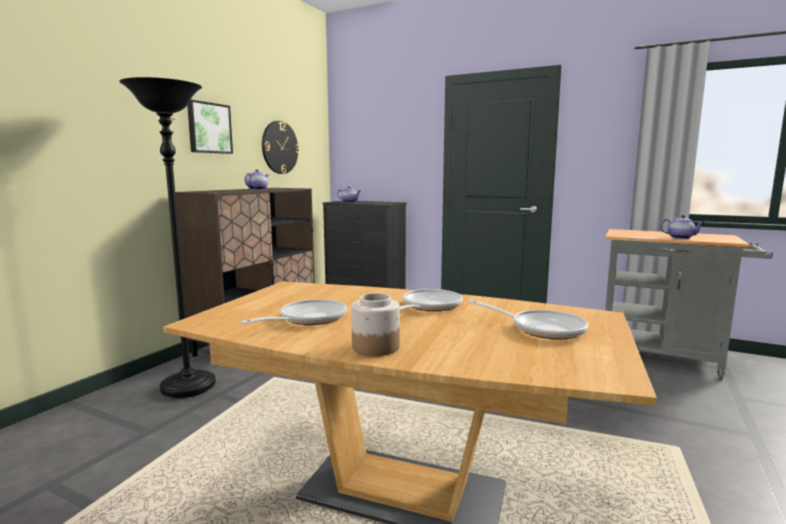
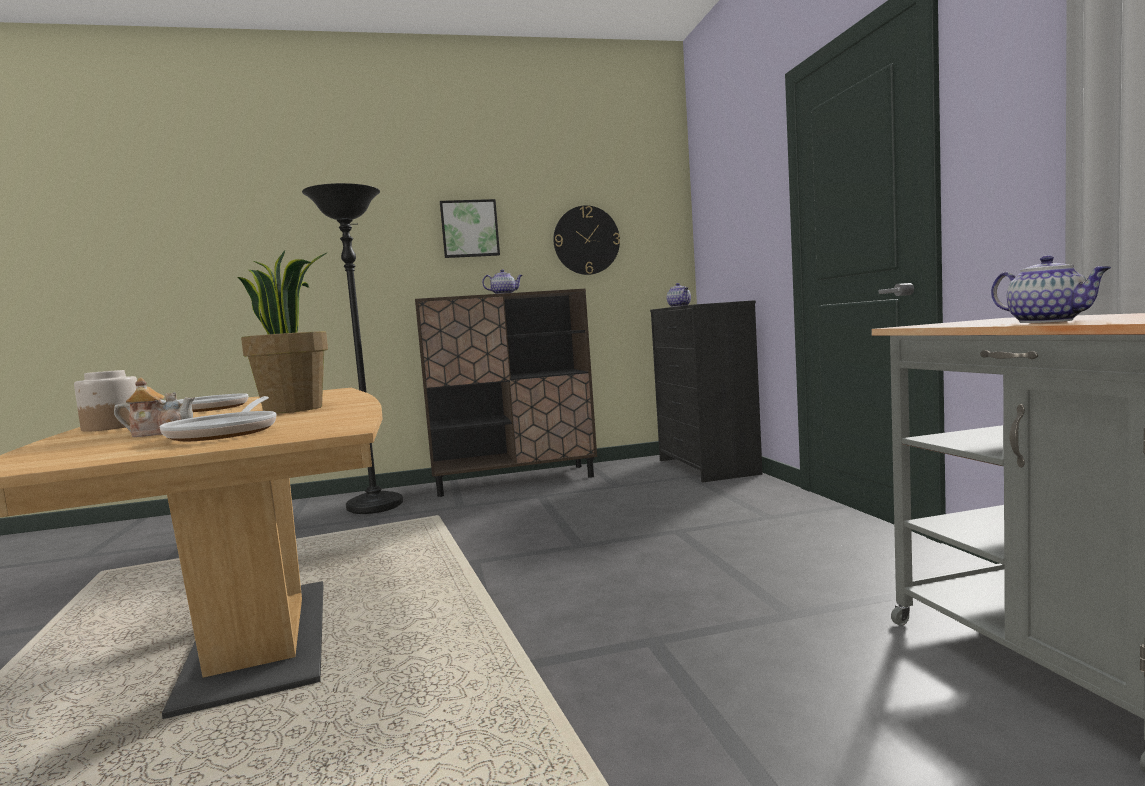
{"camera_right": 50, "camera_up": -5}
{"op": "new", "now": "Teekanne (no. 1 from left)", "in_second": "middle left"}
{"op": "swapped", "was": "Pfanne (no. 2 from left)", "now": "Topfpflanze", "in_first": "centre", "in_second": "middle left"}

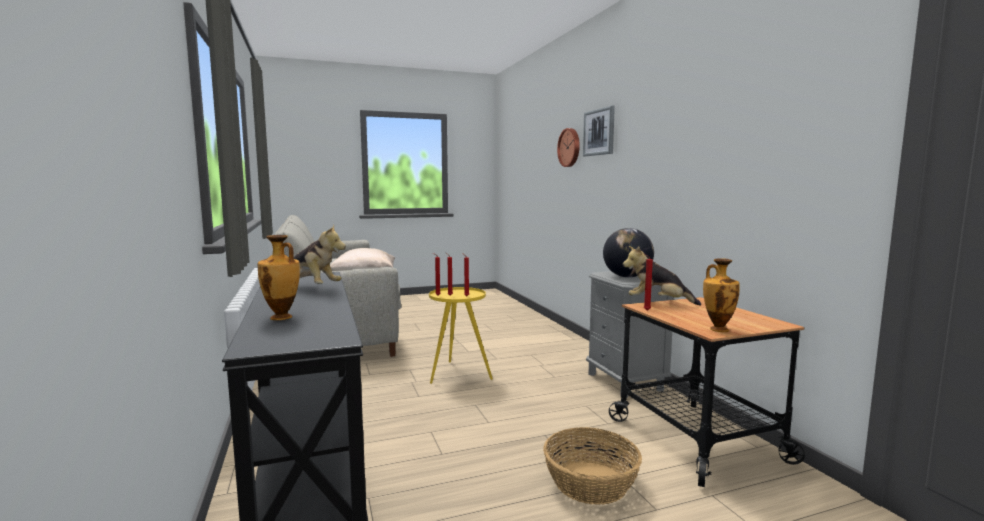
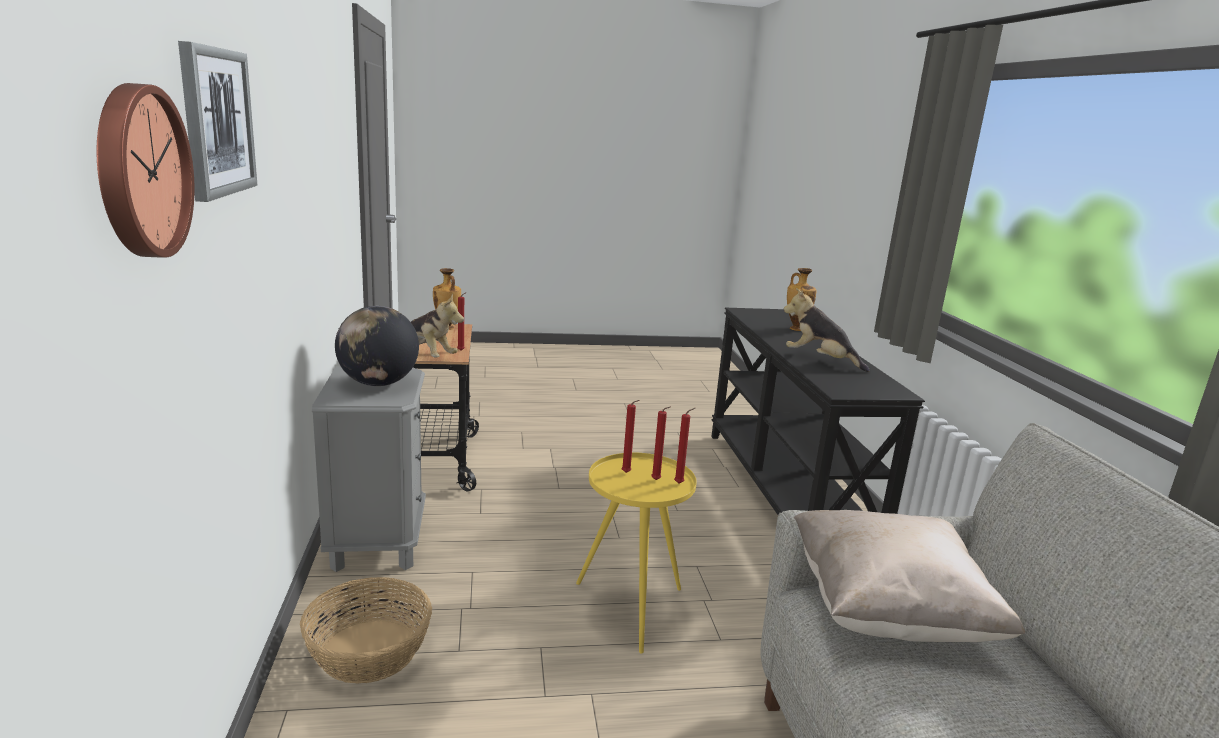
{"camera_right": -170, "camera_up": 10}
{"op": "shifted", "was": "Korb", "in_first": "bottom centre", "in_second": "bottom left"}

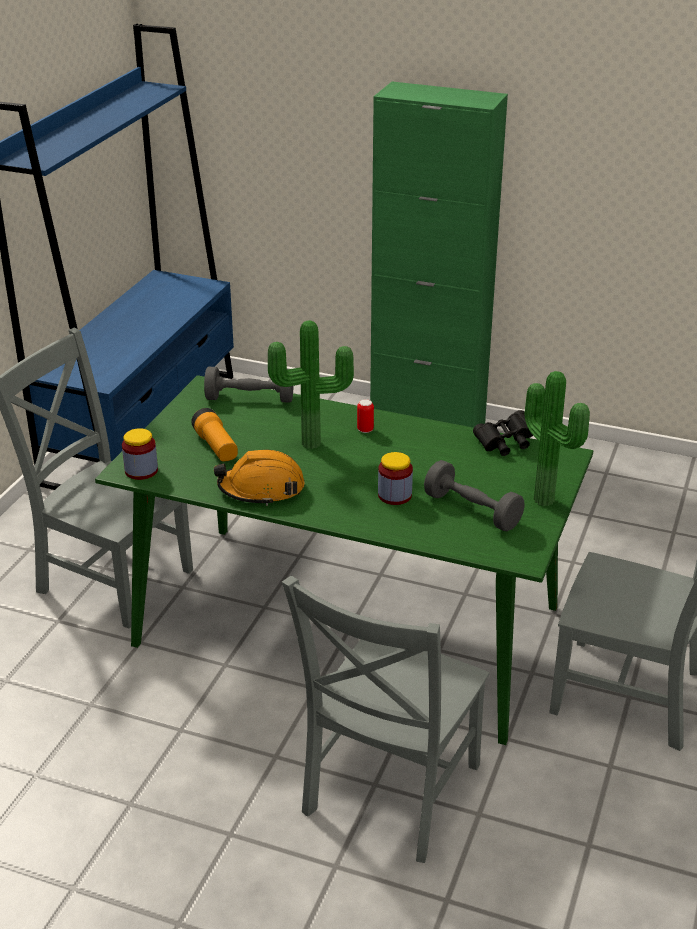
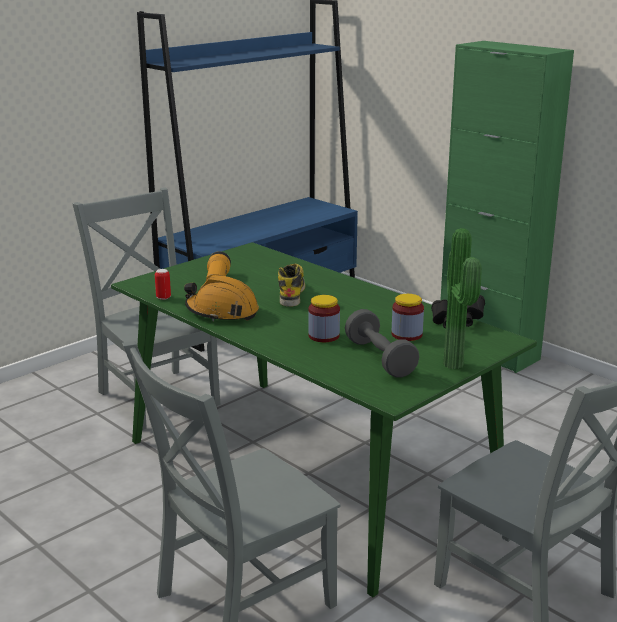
{"camera_right": 25, "camera_up": -10}
{"op": "gone", "was": "Hantel (grau) (no. 1 from left)", "in_first": "centre"}
{"op": "shifted", "was": "Vorratsglas (no. 1 from left in the first image)", "now": "Vorratsglas (no. 2 from left)", "in_first": "middle left", "in_second": "centre"}
{"op": "shifted", "was": "Dose", "in_first": "centre", "in_second": "middle left"}
{"op": "swapped", "was": "Topfpflanze (no. 1 from left)", "now": "Stiefel", "in_first": "centre", "in_second": "centre"}

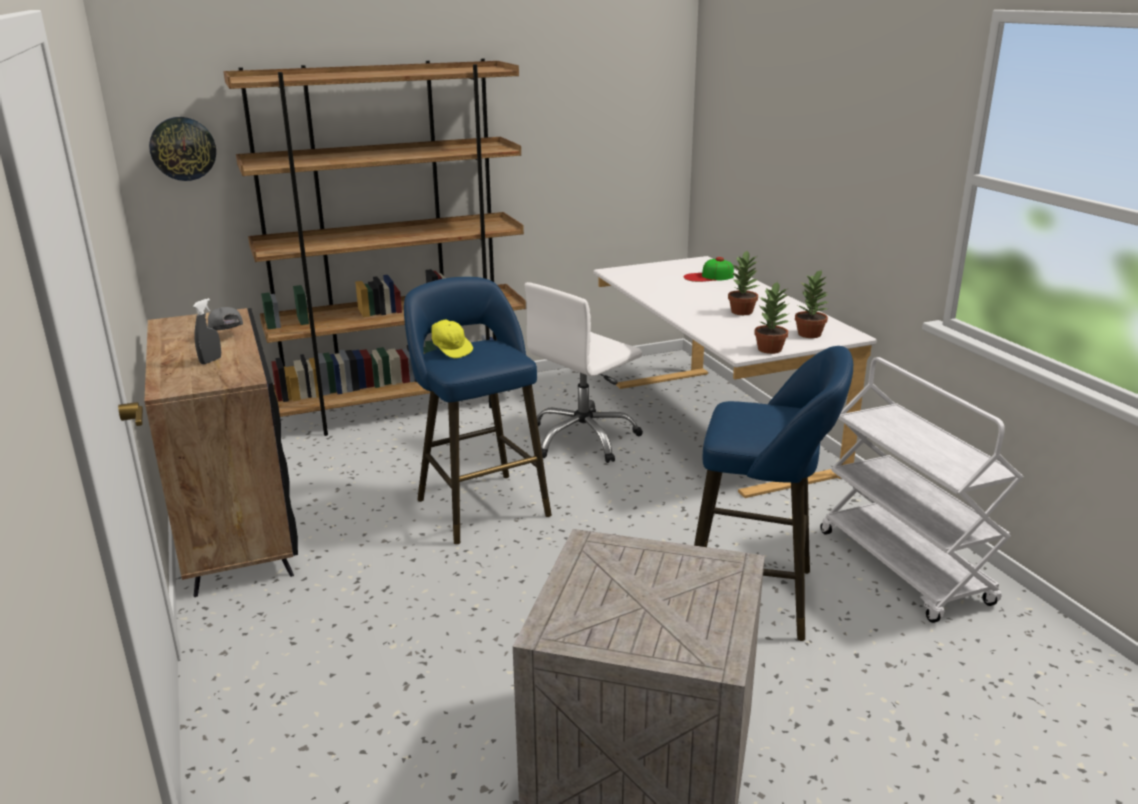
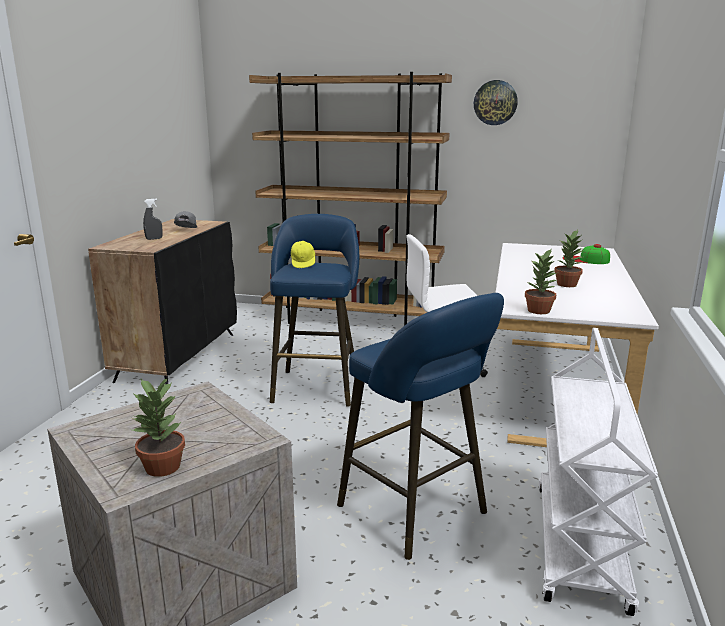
{"camera_right": 35, "camera_up": -5}
{"op": "shifted", "was": "Wanduhr", "in_first": "top left", "in_second": "top right"}
{"op": "shifted", "was": "Topfpflanze (no. 3 from left in the first image)", "now": "Topfpflanze (no. 1 from left)", "in_first": "middle right", "in_second": "bottom left"}

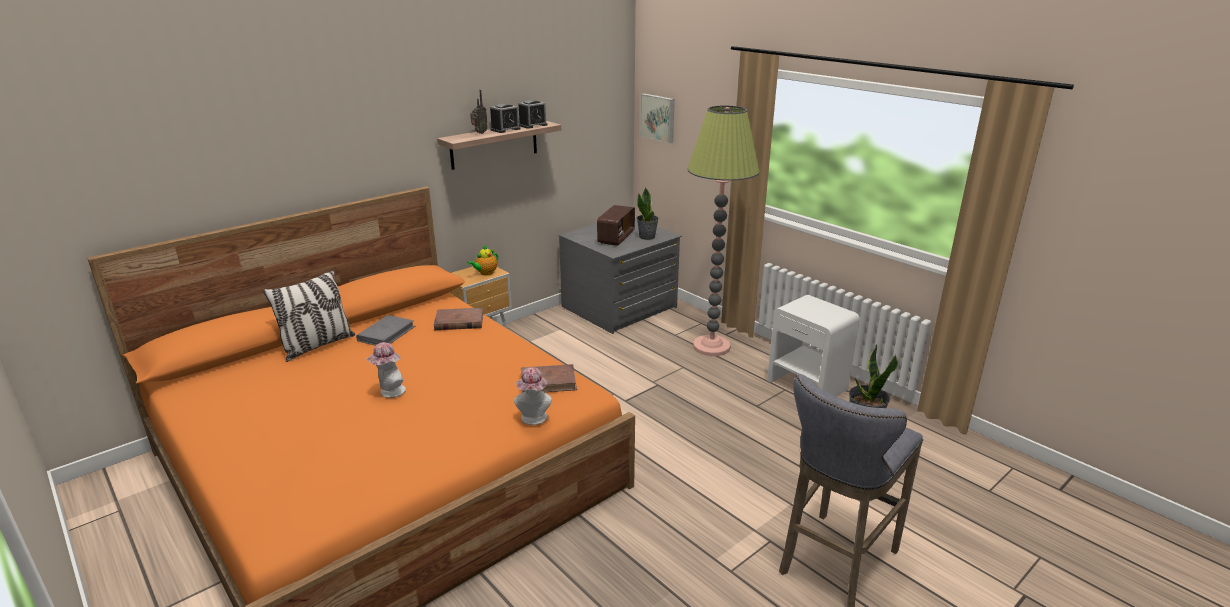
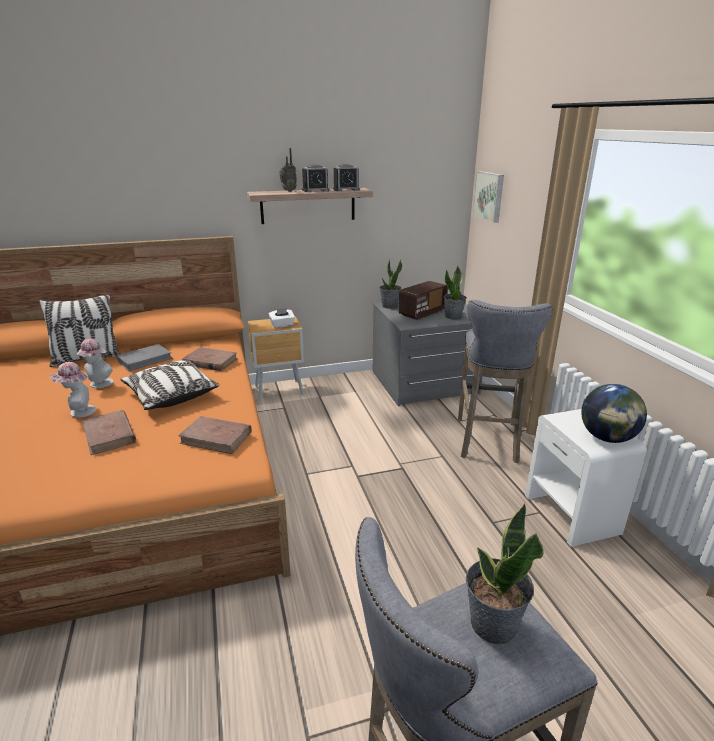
{"camera_right": 25, "camera_up": 0}
{"op": "new", "now": "Buch (braun) (no. 1 from left)", "in_second": "middle left"}
{"op": "new", "now": "Kissen (no. 2 from left)", "in_second": "middle left"}
{"op": "new", "now": "Topfpflanze (no. 1 from left)", "in_second": "centre"}
{"op": "new", "now": "Globus", "in_second": "middle right"}
{"op": "shifted", "was": "Hut (no. 2 from left)", "in_first": "centre", "in_second": "middle left"}
{"op": "swapped", "was": "Teekanne", "now": "Taschentuchbox (weiß)", "in_first": "centre", "in_second": "centre"}
{"op": "swapped", "was": "Stehlampe", "now": "Hocker (grau) (no. 2 from left)", "in_first": "centre", "in_second": "middle right"}

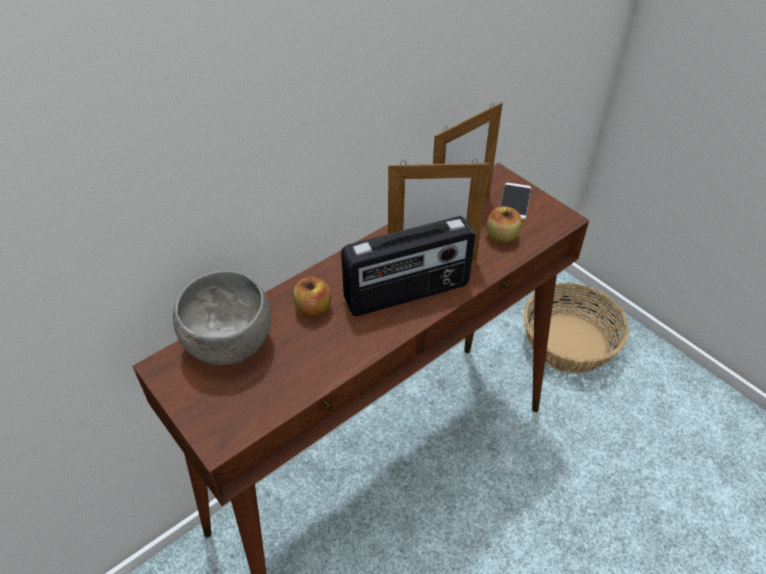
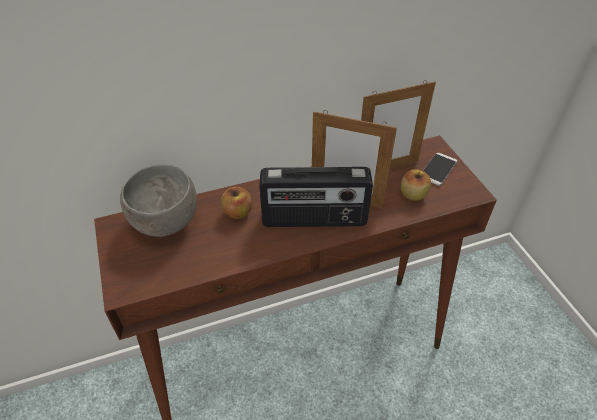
{"camera_right": 20, "camera_up": 0}
{"op": "gone", "was": "Korb", "in_first": "middle right"}

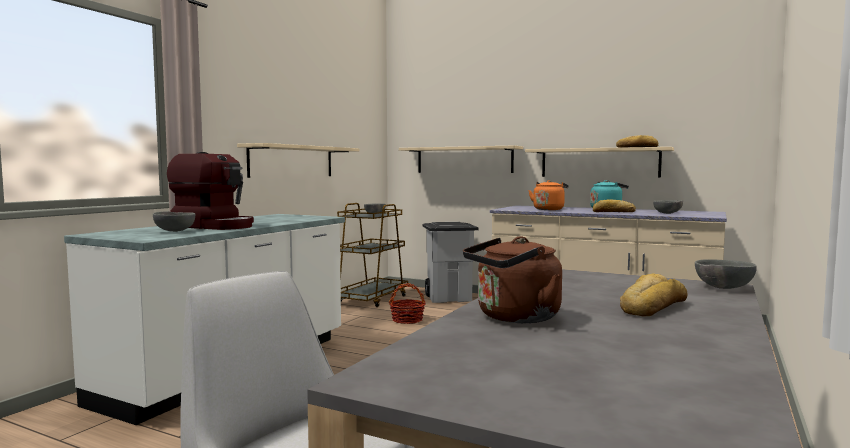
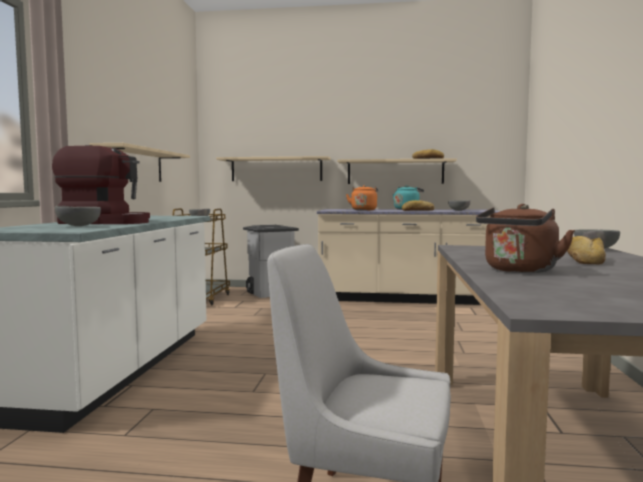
{"camera_right": -20, "camera_up": 0}
{"op": "gone", "was": "Korb", "in_first": "bottom centre"}

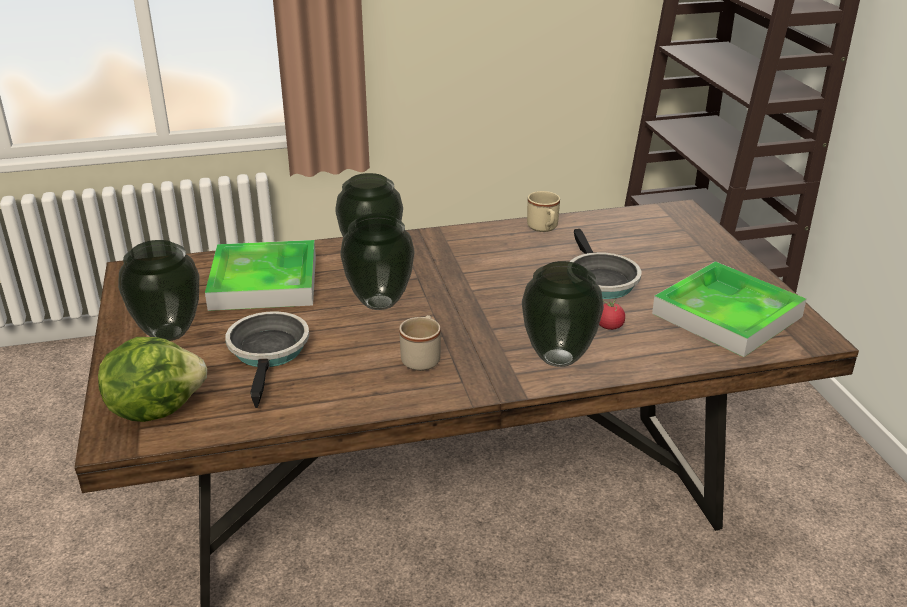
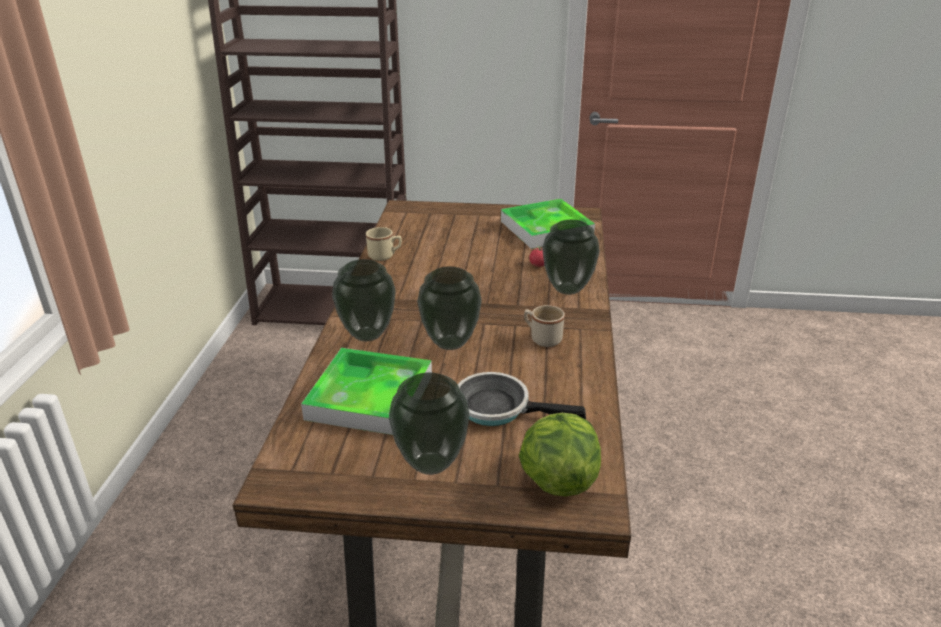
{"camera_right": -70, "camera_up": 0}
{"op": "gone", "was": "Pfanne (no. 2 from left)", "in_first": "middle right"}

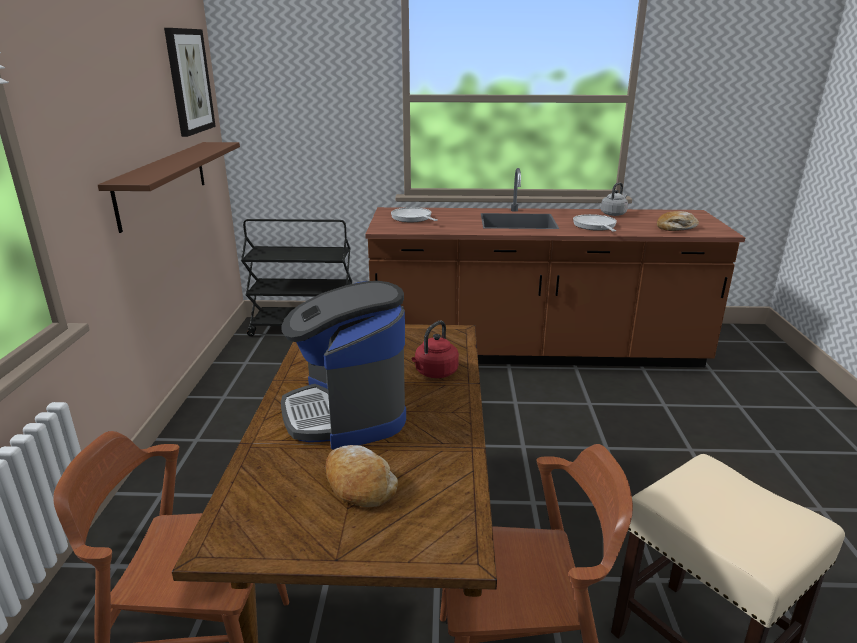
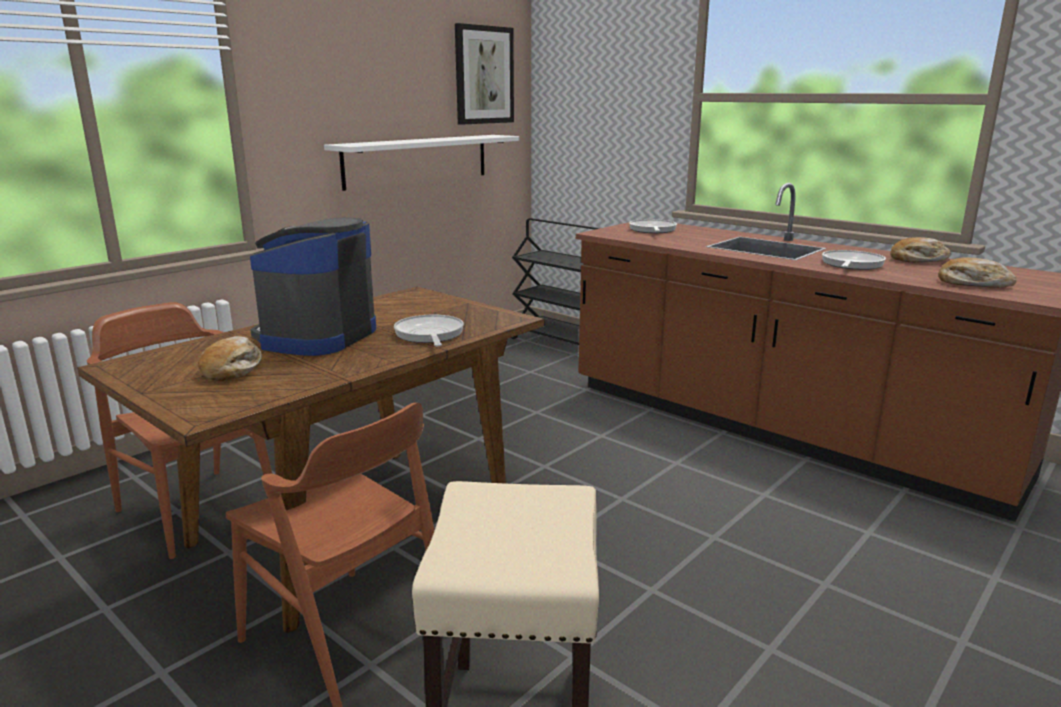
{"camera_right": 40, "camera_up": -5}
{"op": "swapped", "was": "Wasserkessel (rot)", "now": "Pfanne (no. 1 from left)", "in_first": "centre", "in_second": "centre"}
{"op": "swapped", "was": "Wasserkessel (grau)", "now": "Brot (no. 2 from left)", "in_first": "top right", "in_second": "middle right"}
{"op": "repainted", "was": "Wandregal (braun)", "now": "Wandregal (weiß)", "in_first": "top left", "in_second": "top centre"}

